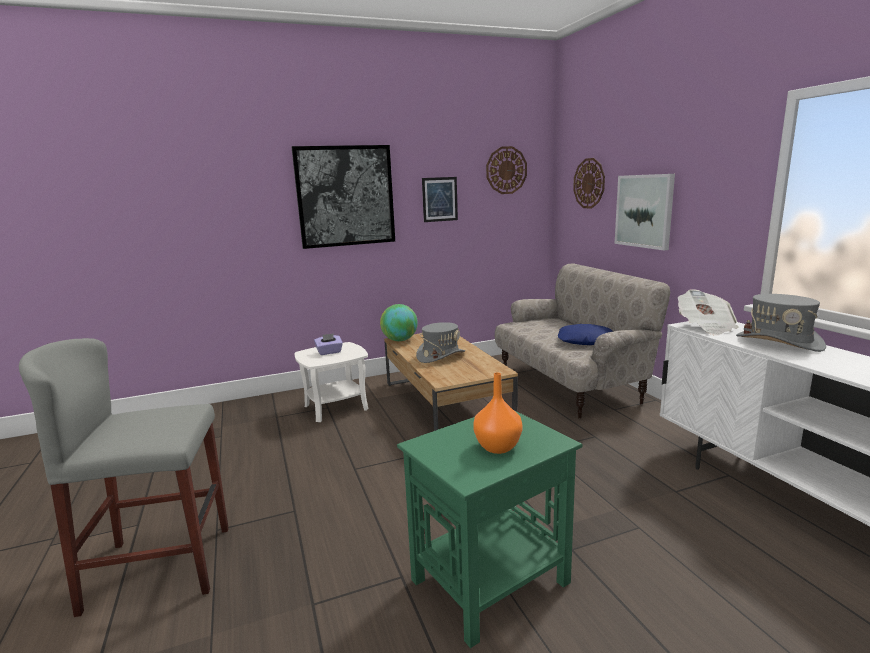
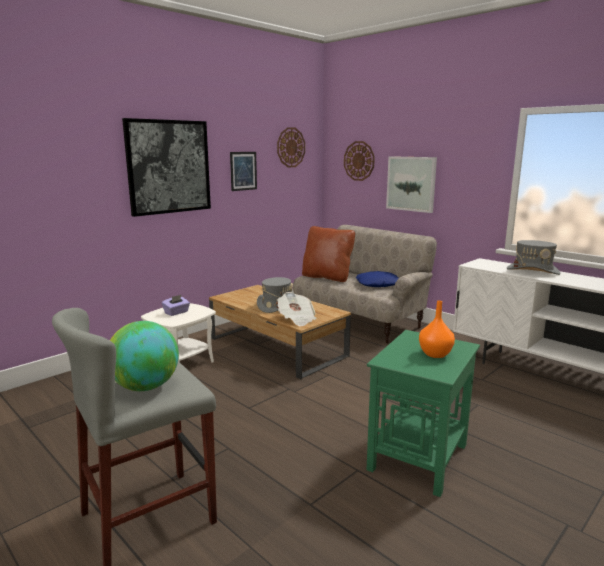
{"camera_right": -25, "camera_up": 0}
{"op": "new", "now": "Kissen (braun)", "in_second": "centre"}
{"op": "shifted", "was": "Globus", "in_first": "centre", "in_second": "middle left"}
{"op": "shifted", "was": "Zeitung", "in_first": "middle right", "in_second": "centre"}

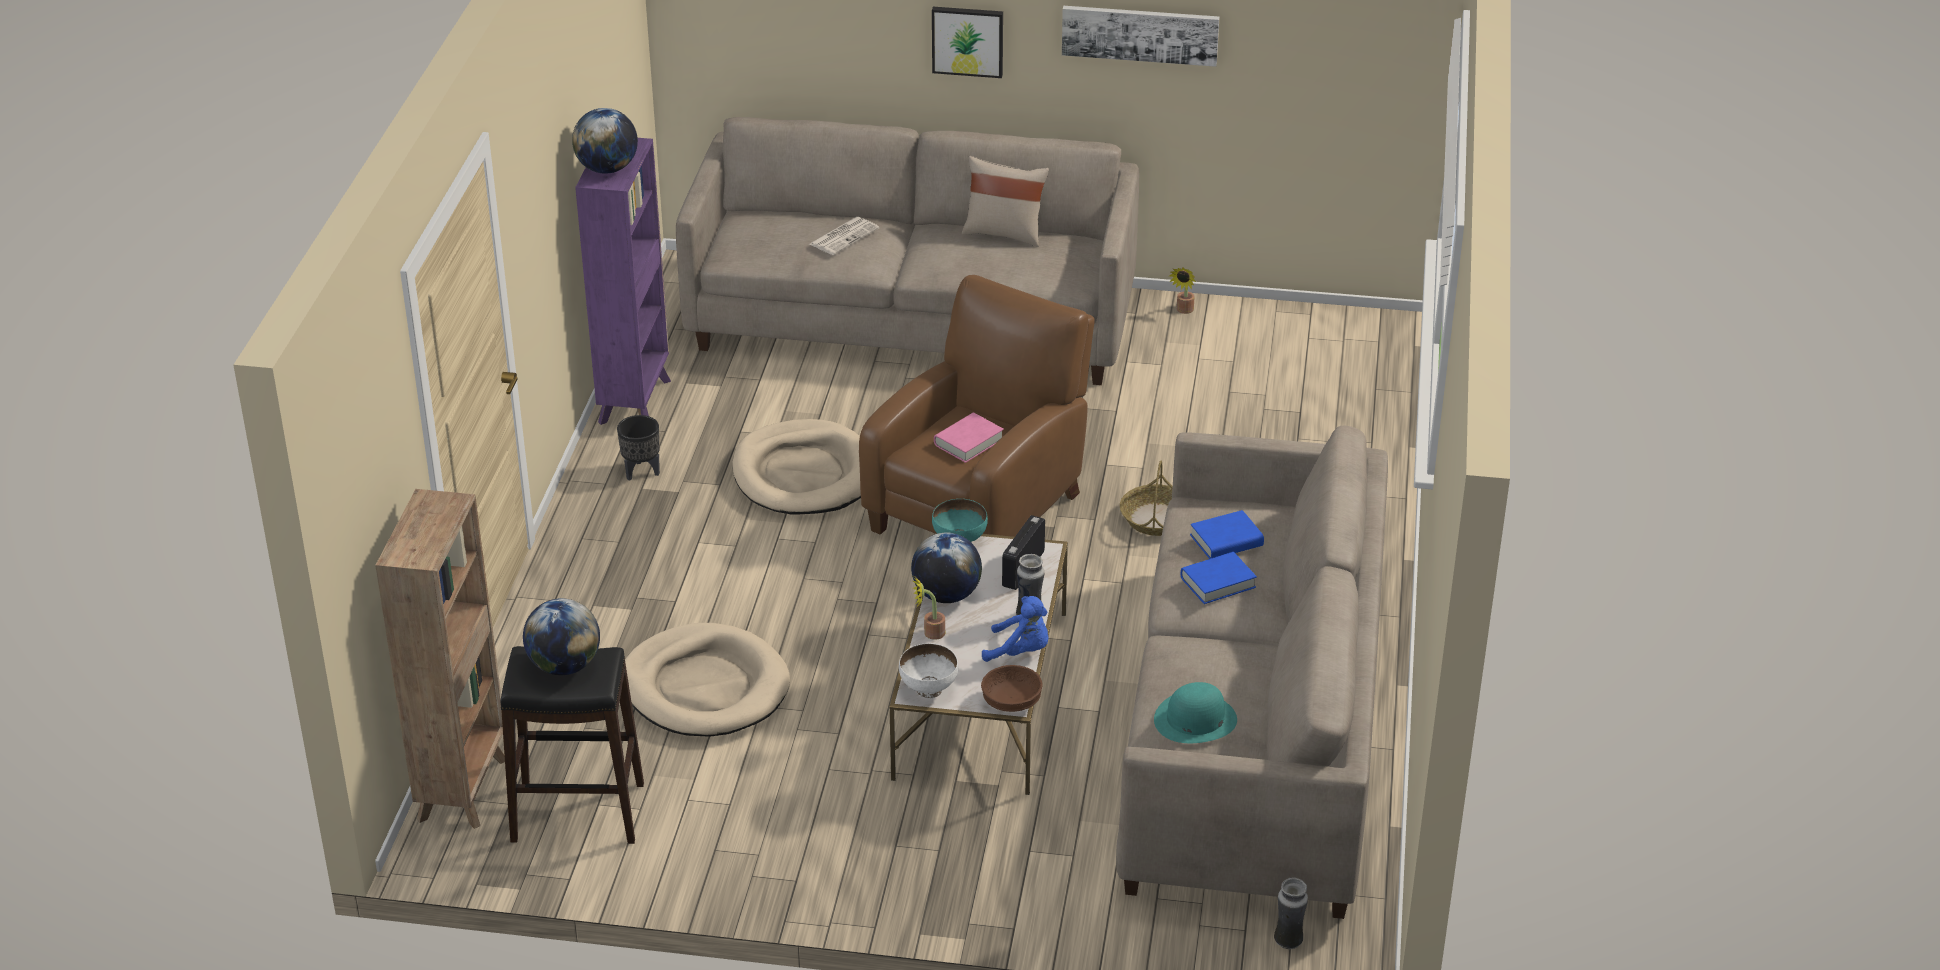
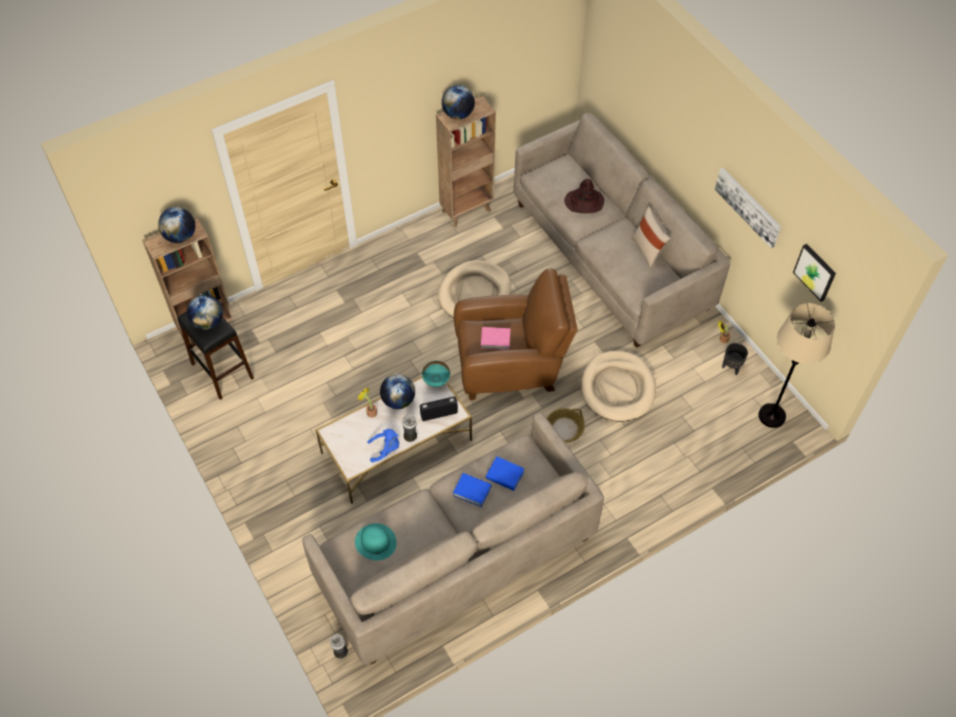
{"camera_right": 50, "camera_up": 20}
{"op": "gone", "was": "Schüssel (weiß)", "in_first": "bottom centre"}
{"op": "gone", "was": "Schüssel (braun)", "in_first": "bottom centre"}
{"op": "new", "now": "Globus (no. 1 from left)", "in_second": "top left"}
{"op": "new", "now": "Stehlampe (beige)", "in_second": "middle right"}
{"op": "shifted", "was": "Pflanzkübel (schwarz)", "in_first": "middle left", "in_second": "middle right"}
{"op": "shifted", "was": "Hundebett (beige) (no. 1 from left in the first image)", "now": "Hundebett (beige) (no. 2 from left)", "in_first": "bottom centre", "in_second": "centre"}
{"op": "shifted", "was": "Bild (no. 1 from left in the first image)", "now": "Bild (no. 2 from left)", "in_first": "top centre", "in_second": "middle right"}
{"op": "swapped", "was": "Zeitung", "now": "Hut (braun)", "in_first": "top centre", "in_second": "top centre"}
{"op": "repainted", "was": "Bücherregal (lila)", "now": "Bücherregal (braun) (no. 2 from left)", "in_first": "top left", "in_second": "top centre"}
{"op": "rotated", "was": "Plüschtier (blau)", "in_first": "centre", "in_second": "centre", "clockwise": -75}

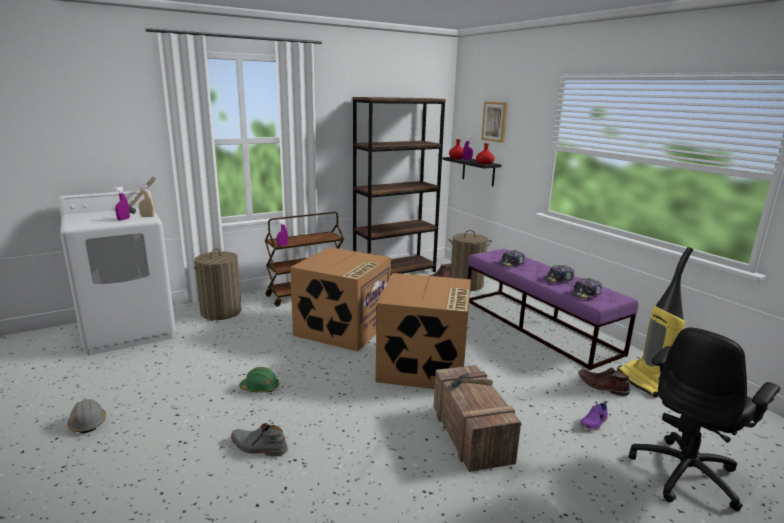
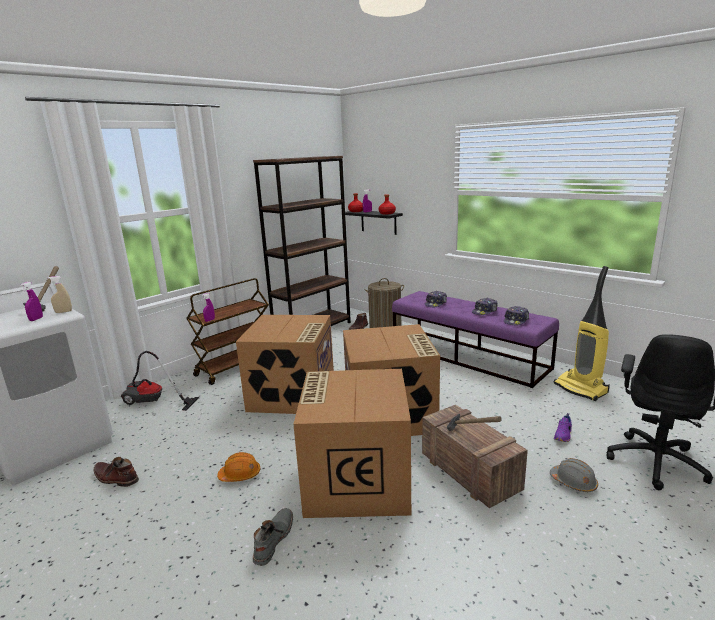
{"camera_right": -15, "camera_up": 0}
{"op": "gone", "was": "Bild", "in_first": "top centre"}
{"op": "new", "now": "Karton (no. 2 from left)", "in_second": "bottom centre"}
{"op": "shifted", "was": "Schutzhelm (grau)", "in_first": "bottom left", "in_second": "bottom right"}
{"op": "shifted", "was": "Stiefel (braun) (no. 2 from left in the first image)", "now": "Stiefel (braun) (no. 1 from left)", "in_first": "bottom right", "in_second": "bottom left"}
{"op": "swapped", "was": "Wäschekorb (no. 1 from left)", "now": "Staubsauger (no. 1 from left)", "in_first": "middle left", "in_second": "middle left"}
{"op": "repainted", "was": "Schutzhelm (grün)", "now": "Schutzhelm (orange)", "in_first": "bottom left", "in_second": "bottom left"}
{"op": "rotated", "was": "Stiefel (grau)", "in_first": "bottom left", "in_second": "bottom centre", "clockwise": 105}

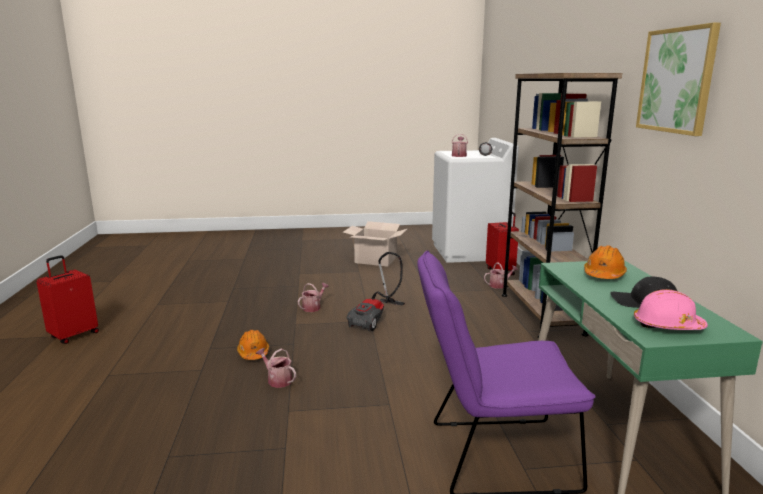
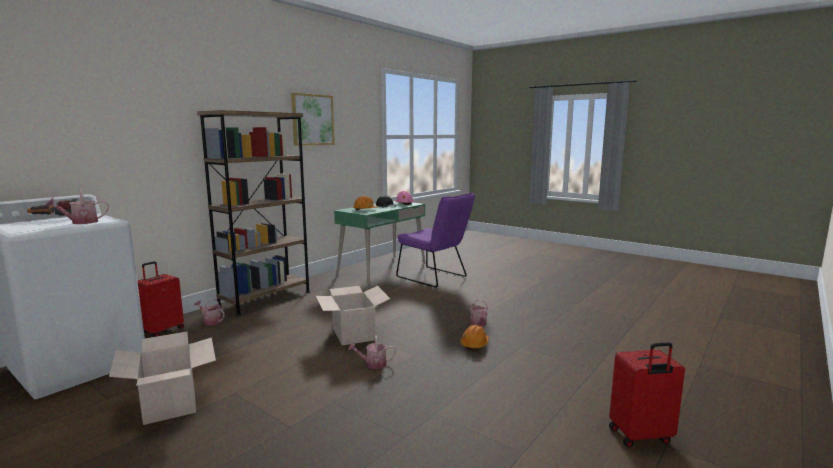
{"camera_right": -135, "camera_up": -5}
{"op": "swapped", "was": "Staubsauger", "now": "Karton (no. 2 from left)", "in_first": "centre", "in_second": "bottom centre"}

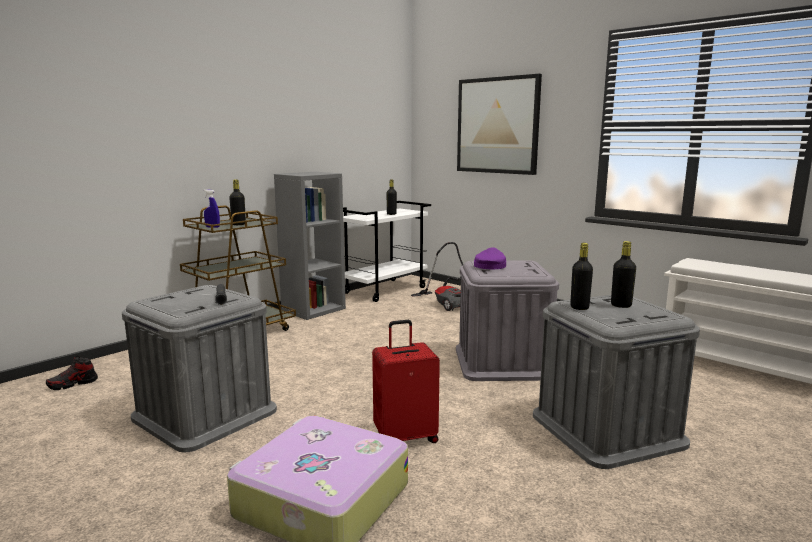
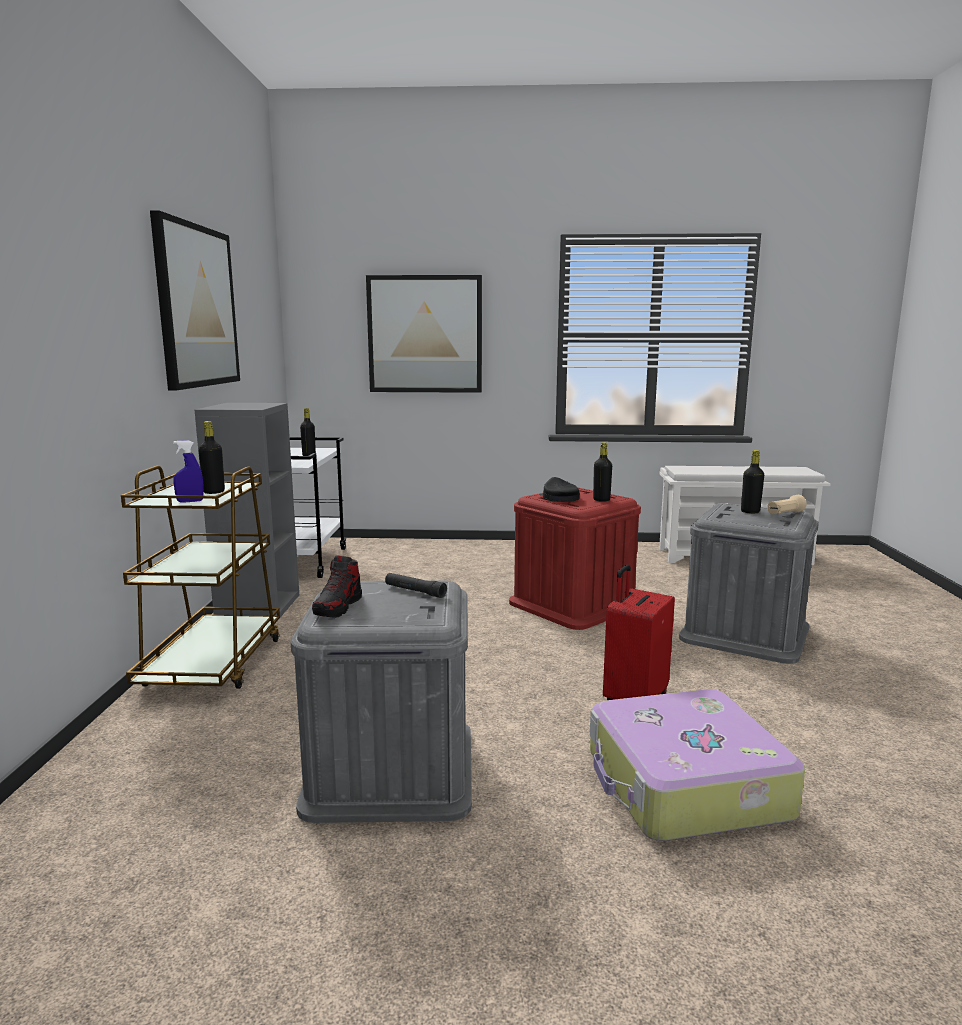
{"camera_right": -40, "camera_up": 0}
{"op": "gone", "was": "Staubsauger", "in_first": "centre"}
{"op": "new", "now": "Bild (no. 1 from left)", "in_second": "top left"}
{"op": "new", "now": "Taschenlampe (beige)", "in_second": "middle right"}
{"op": "shifted", "was": "Schuh", "in_first": "bottom left", "in_second": "centre"}
{"op": "shifted", "was": "Flasche (schwarz) (no. 3 from left)", "in_first": "middle right", "in_second": "centre"}
{"op": "repainted", "was": "Aufbewahrungsbox (grau) (no. 2 from left)", "now": "Aufbewahrungsbox (rot)", "in_first": "centre", "in_second": "centre"}
{"op": "repainted", "was": "Kappe (lila)", "now": "Kappe (schwarz)", "in_first": "centre", "in_second": "centre"}

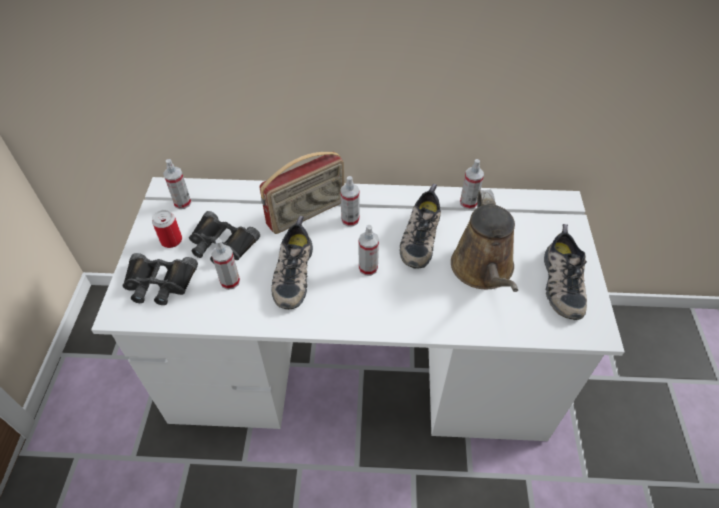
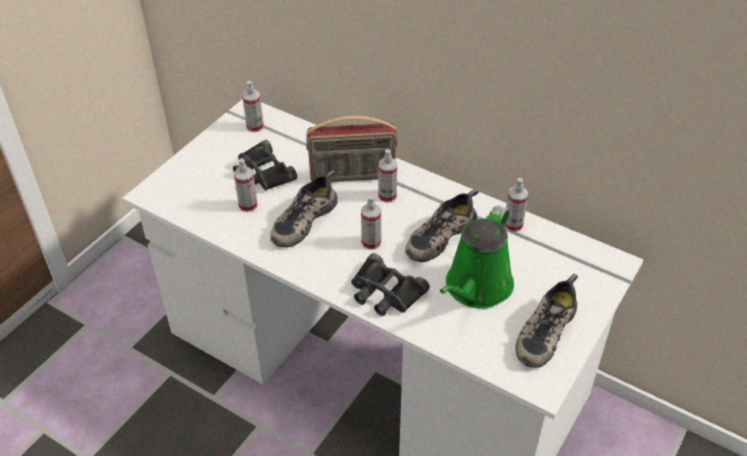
{"camera_right": 30, "camera_up": -5}
{"op": "gone", "was": "Dose", "in_first": "middle left"}
{"op": "shifted", "was": "Fernglas (schwarz) (no. 1 from left in the first image)", "now": "Fernglas (schwarz) (no. 2 from left)", "in_first": "middle left", "in_second": "centre"}
{"op": "repainted", "was": "Gießkanne (braun)", "now": "Gießkanne (grün)", "in_first": "middle right", "in_second": "centre"}

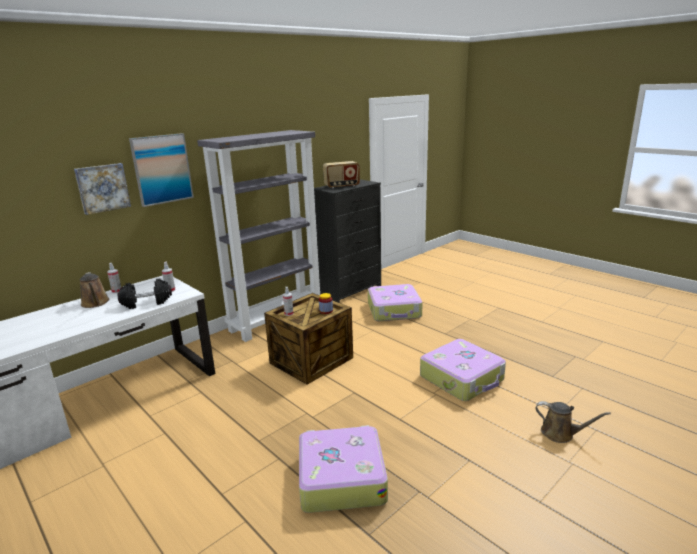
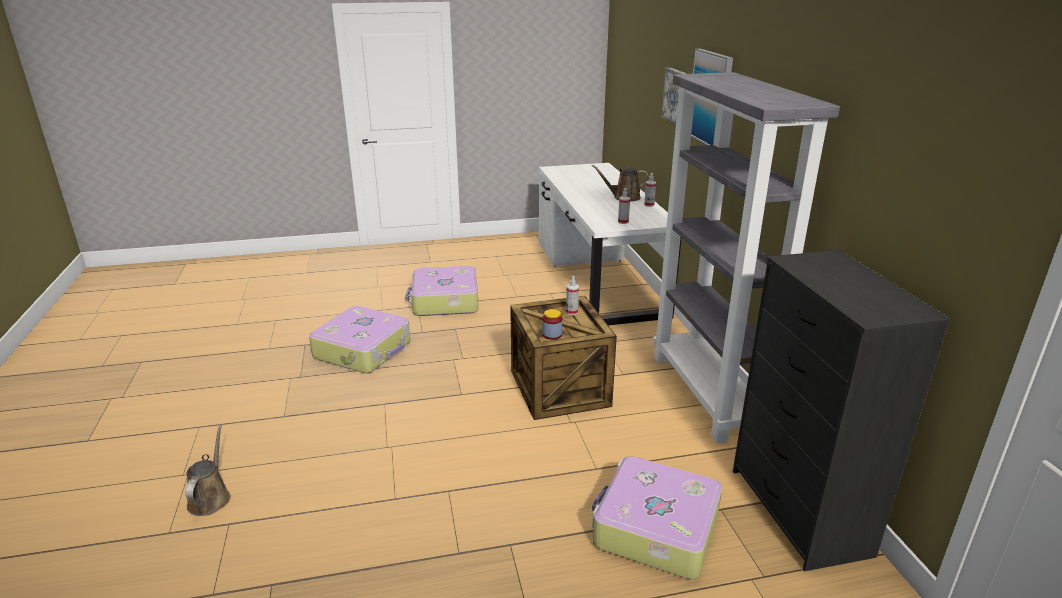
{"camera_right": 120, "camera_up": 5}
{"op": "gone", "was": "Hantel (schwarz)", "in_first": "middle left"}
{"op": "gone", "was": "Radio", "in_first": "top centre"}
{"op": "shifted", "was": "Koffer (no. 3 from left in the first image)", "now": "Koffer (no. 2 from left)", "in_first": "bottom centre", "in_second": "centre"}
{"op": "rotated", "was": "Gießkanne (braun) (no. 2 from left in the first image)", "in_first": "bottom right", "in_second": "bottom left", "clockwise": 120}

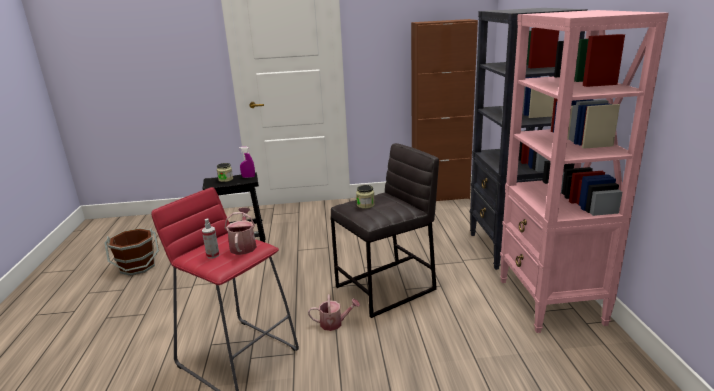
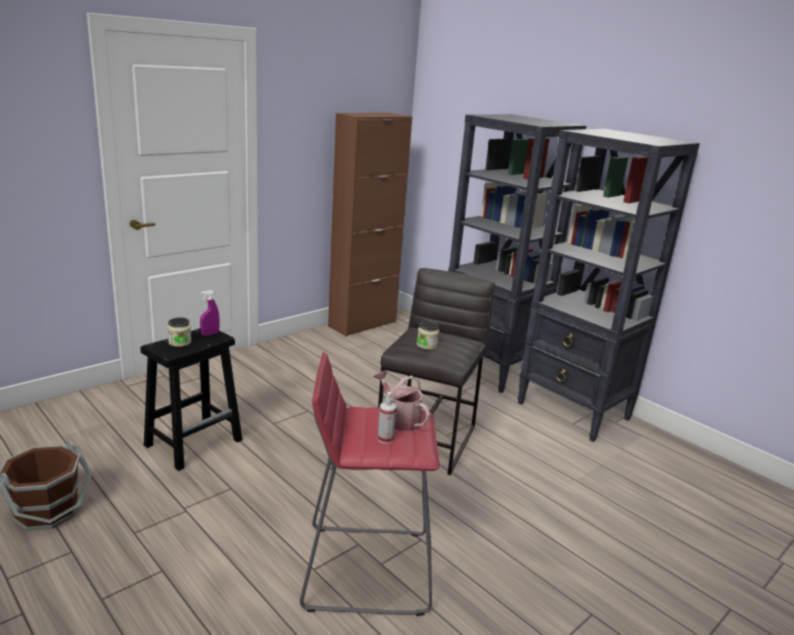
{"camera_right": -40, "camera_up": 0}
{"op": "gone", "was": "Gießkanne (no. 2 from left)", "in_first": "bottom centre"}
{"op": "repainted", "was": "Bücherregal (rosa)", "now": "Bücherregal (schwarz) (no. 2 from left)", "in_first": "middle right", "in_second": "middle right"}

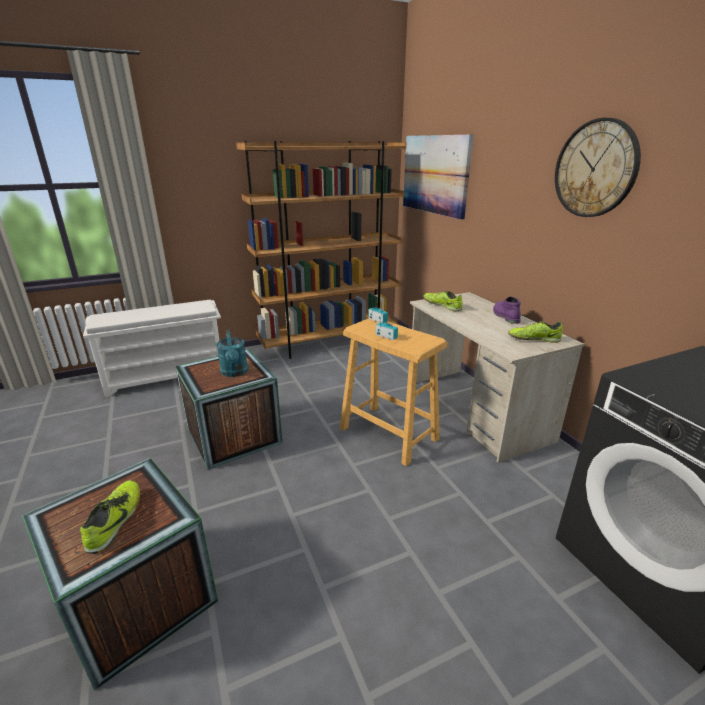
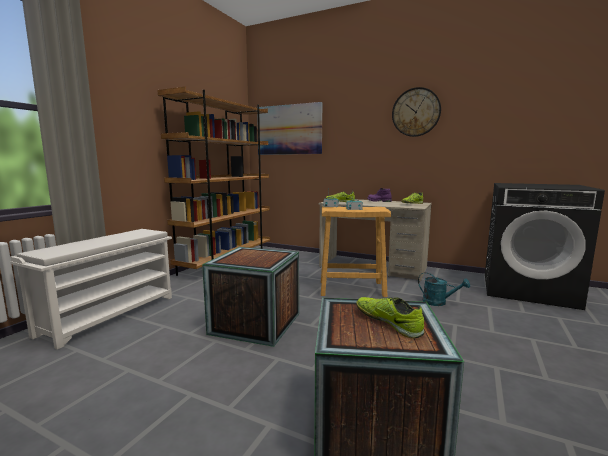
{"camera_right": -40, "camera_up": -15}
{"op": "shifted", "was": "Gießkanne (türkis)", "in_first": "middle left", "in_second": "middle right"}

